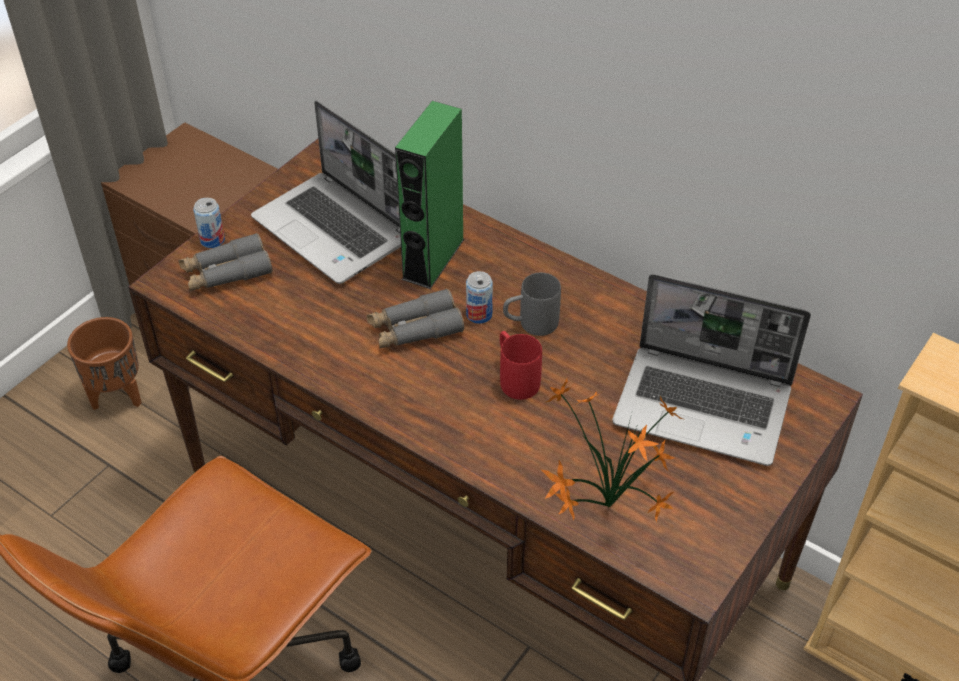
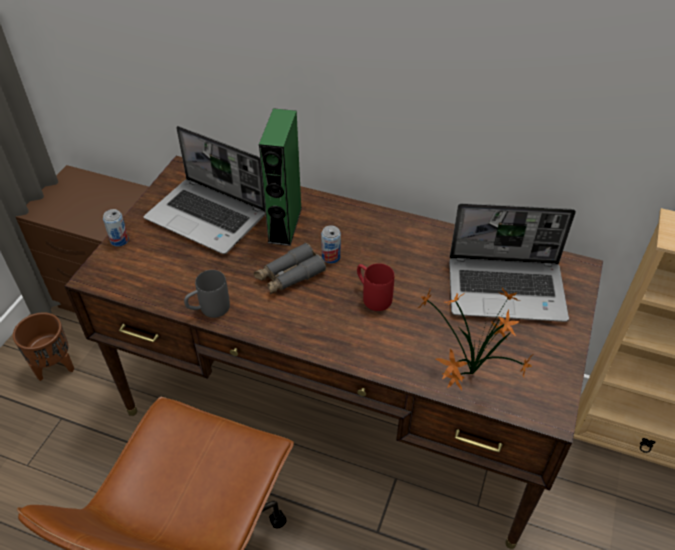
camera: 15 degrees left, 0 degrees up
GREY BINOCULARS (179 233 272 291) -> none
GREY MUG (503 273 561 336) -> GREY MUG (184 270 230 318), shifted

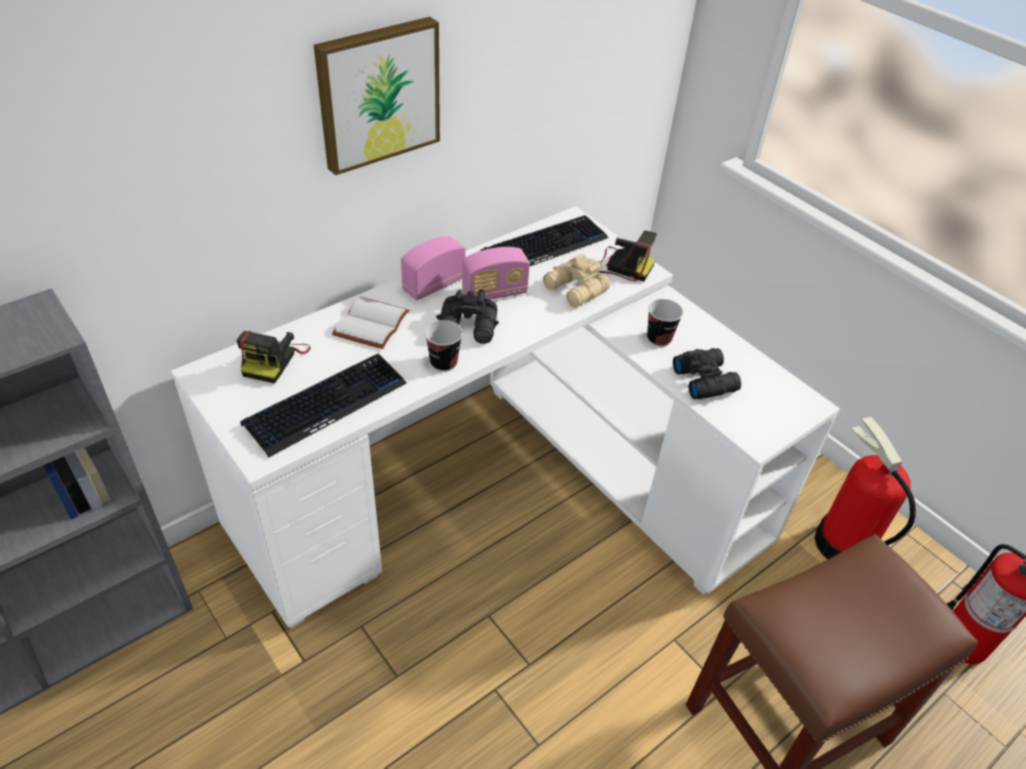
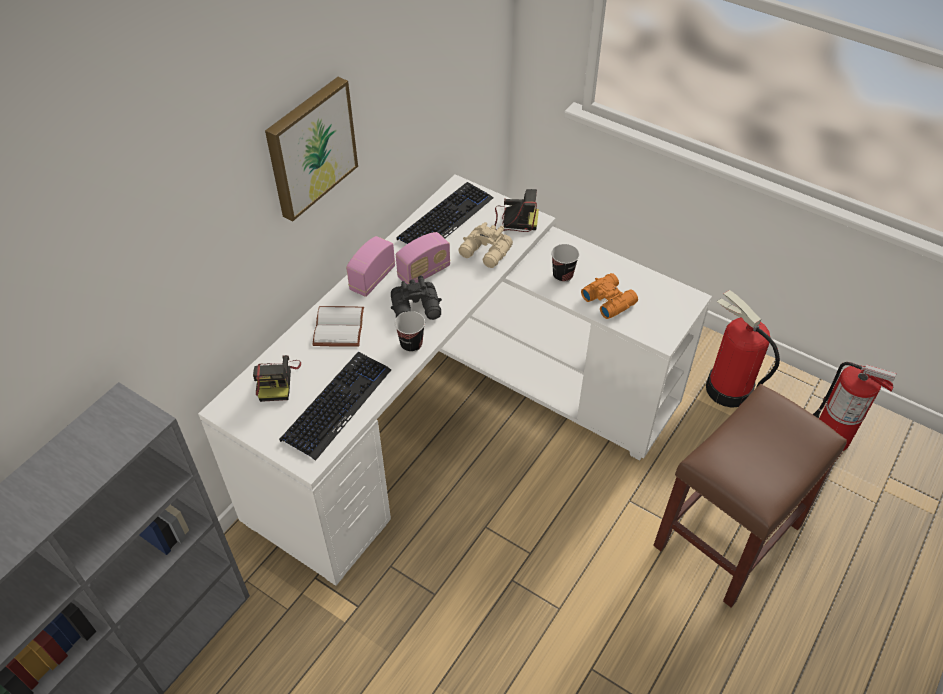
camera: 15 degrees left, 5 degrees up
BLACK BINOCULARS (673 348 741 399) -> ORANGE BINOCULARS (581 273 638 319)

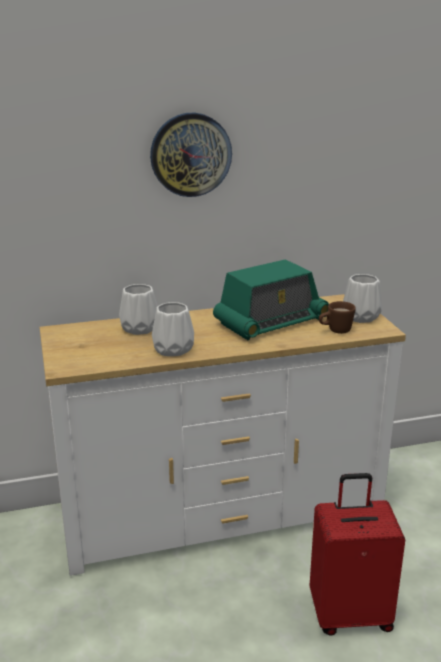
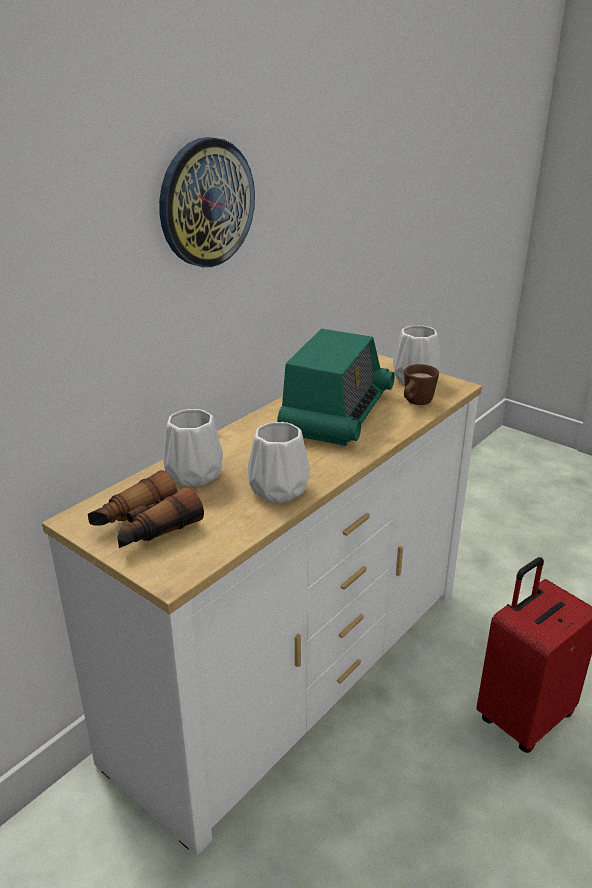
camera: 35 degrees left, 5 degrees up
none -> BINOCULARS (88 470 204 548)

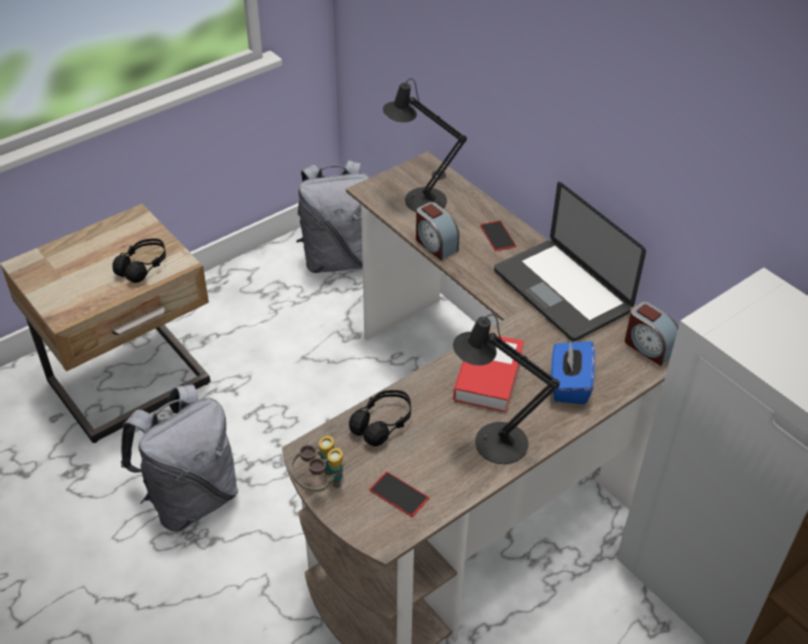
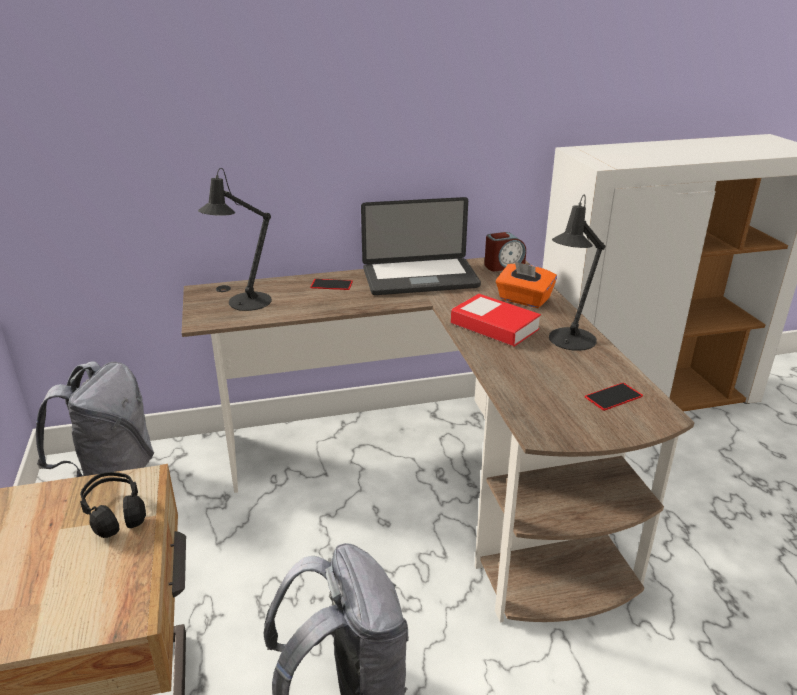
camera: 65 degrees left, 15 degrees down
BINOCULARS (291 436 345 492) -> none
BLACK HEADPHONES (349 390 411 446) -> none
ALARM CLOCK (416 202 459 260) -> none
BLUE TISSUE BOX (551 341 595 404) -> ORANGE TISSUE BOX (496 261 557 308)

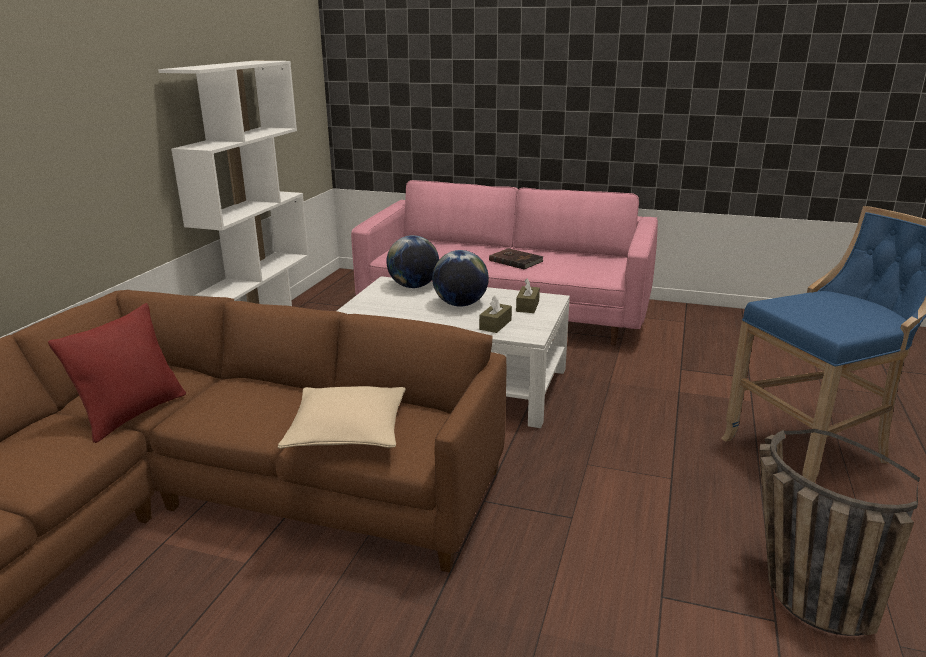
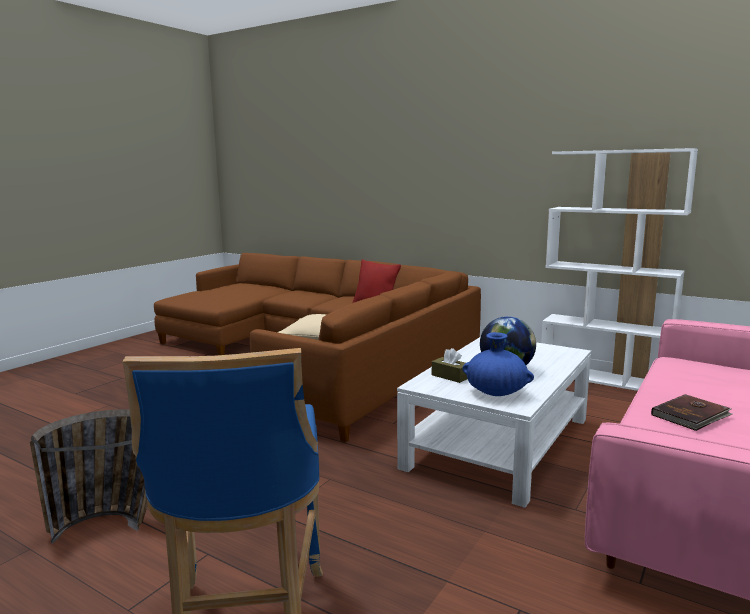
camera: 105 degrees right, 10 degrees down
GLOBE (386 235 439 288) -> none
BROWN TISSUE BOX (516 279 540 313) -> BLUE VASE (462 332 534 396)

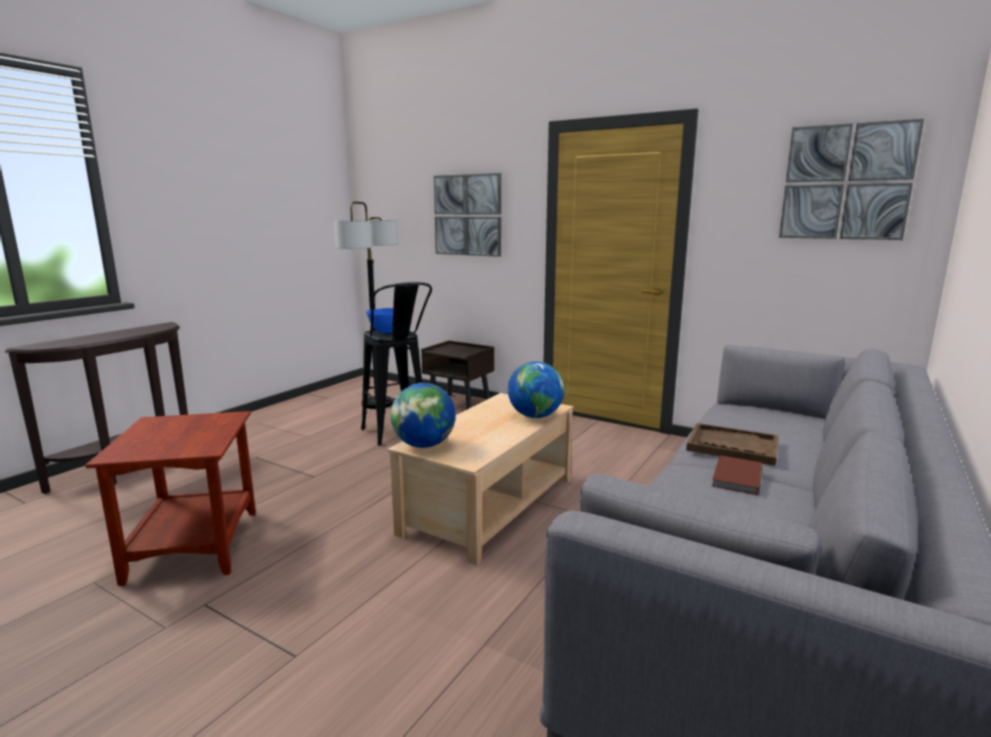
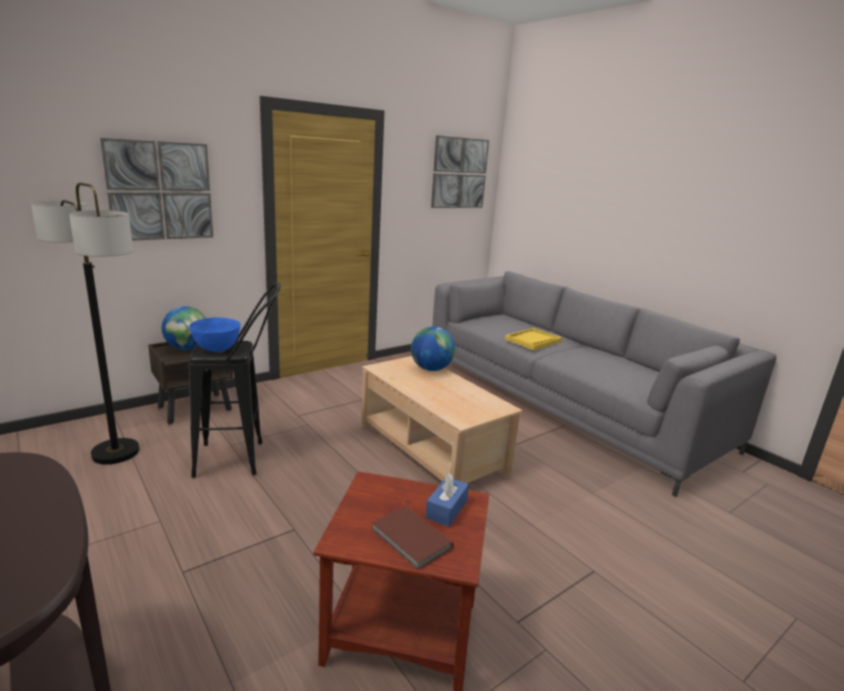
camera: 70 degrees left, 5 degrees up
none -> BLUE TISSUE BOX (426 473 469 527)
GLOBE (391 383 456 448) -> GLOBE (162 306 206 350), shifted
BROWN BOOK (711 455 763 495) -> BROWN BOOK (371 506 454 570), shifted
BROWN TRAY (686 423 779 466) -> YELLOW TRAY (505 328 562 350)

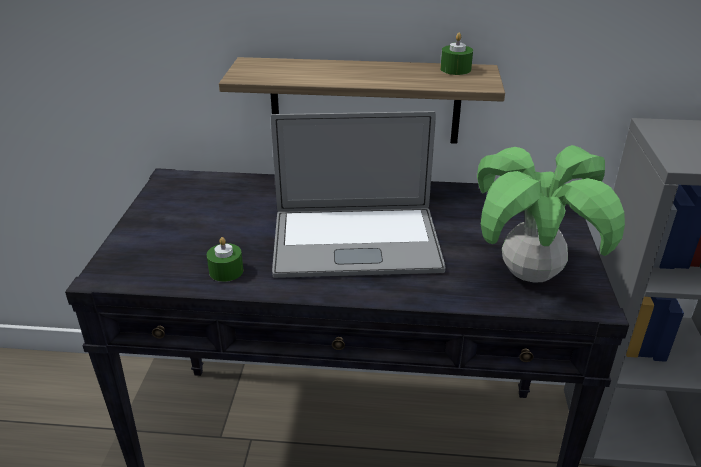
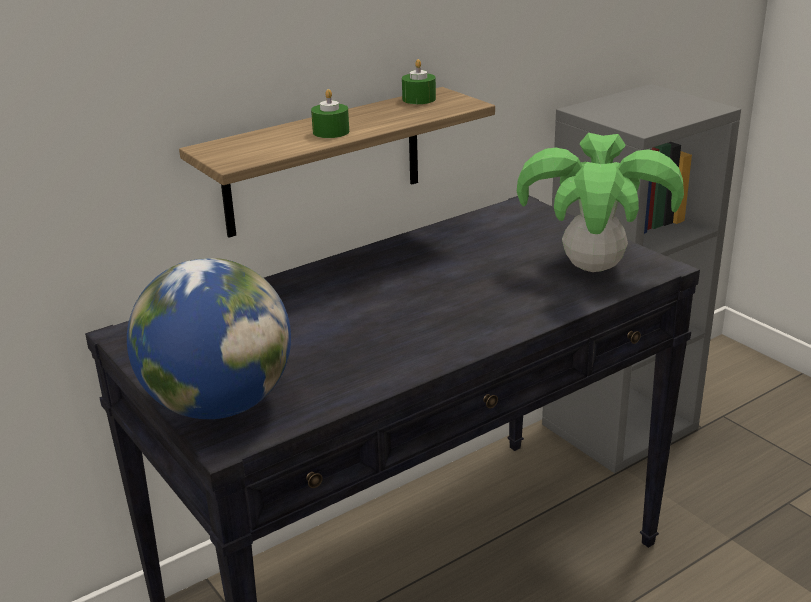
camera: 40 degrees left, 5 degrees down
LAPTOP (271 111 445 278) -> none
none -> GLOBE (127 258 291 419)
GREEN CANDLE (207 237 243 282) -> GREEN CANDLE (311 89 349 138), shifted

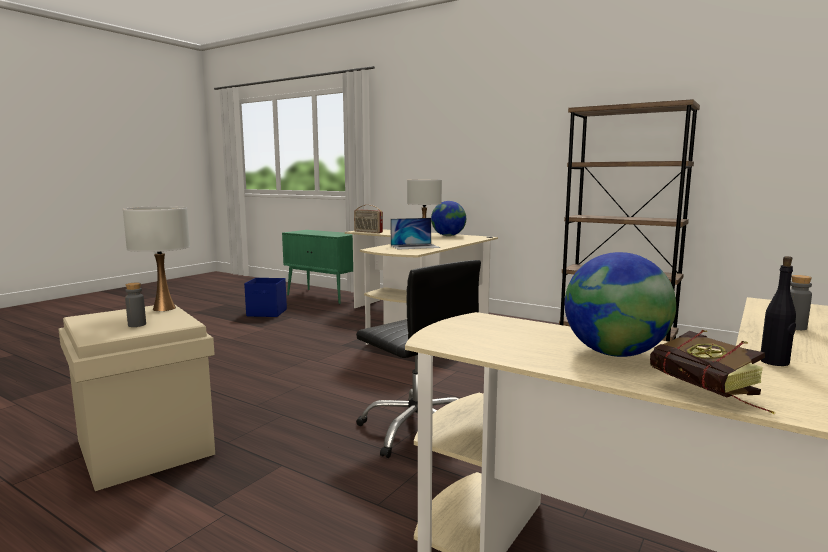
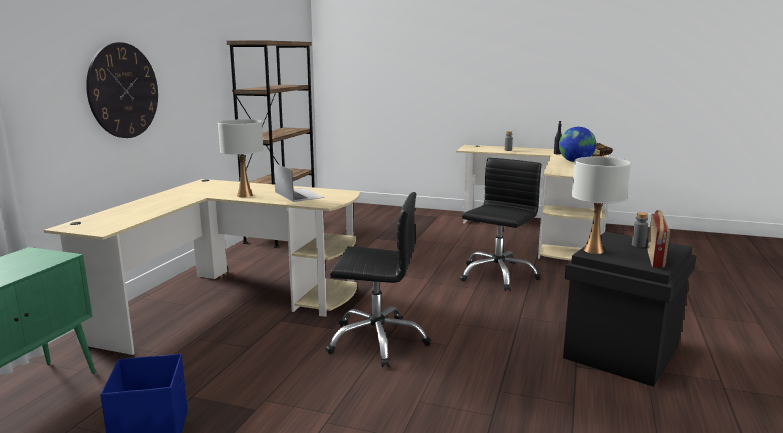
camera: 105 degrees left, 5 degrees up
GLOBE (431 201 466 236) -> none
none -> WALL CLOCK (86 42 158 138)
none -> BLACK OFFICE CHAIR (325 192 431 367)
RADIO (354 205 383 233) -> RADIO (647 210 670 268), shifted
BEIGE STORAGE BOX (58 304 215 491) -> BLACK STORAGE BOX (563 232 696 387)

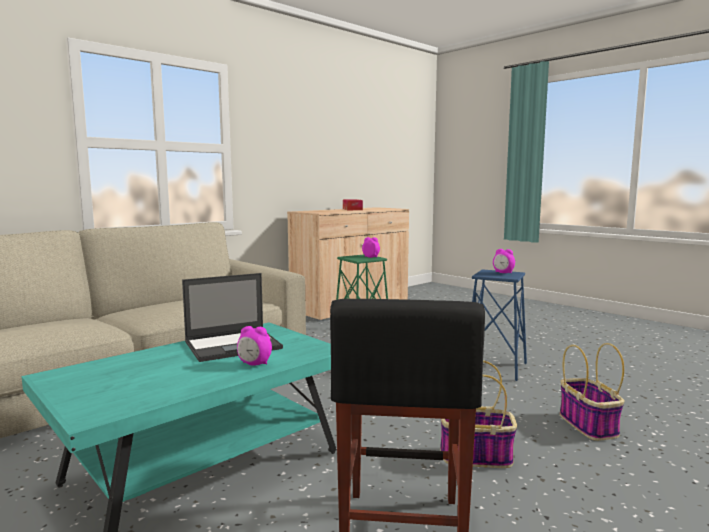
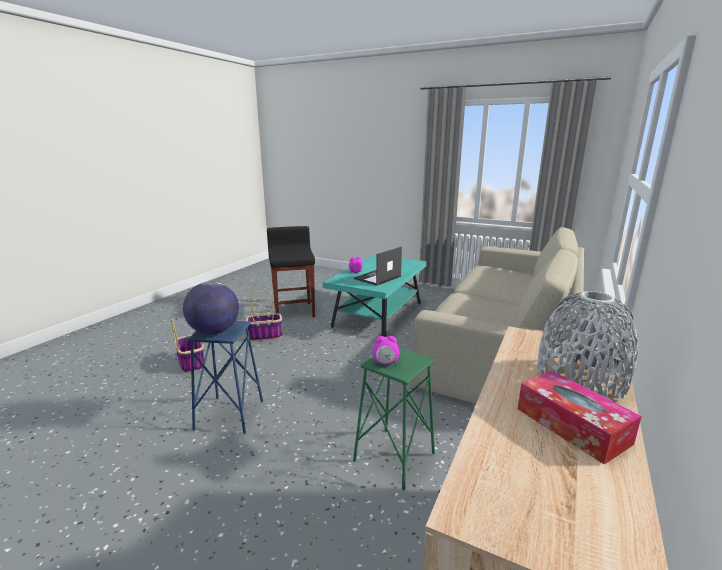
camera: 160 degrees right, 10 degrees up
none -> GREY VASE (537 291 638 401)
ALARM CLOCK (493 249 515 273) -> GLOBE (183 282 239 334)

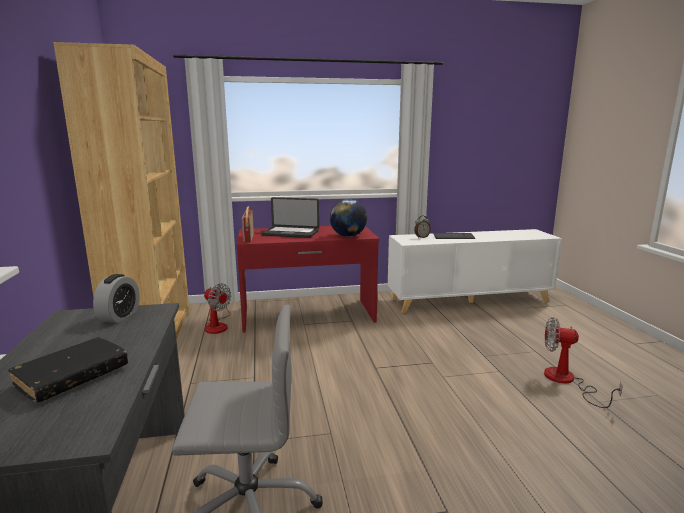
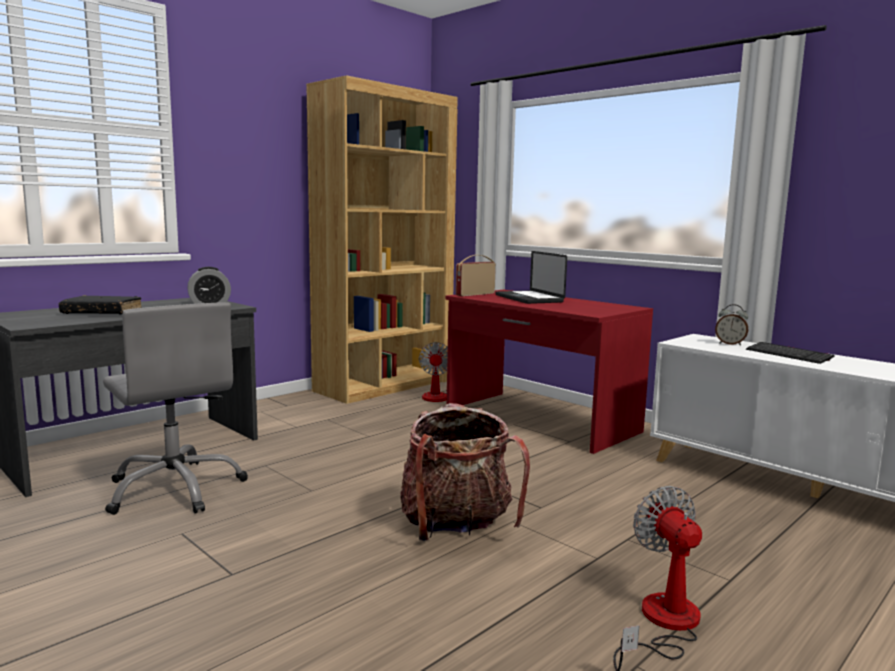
camera: 55 degrees right, 5 degrees down
GLOBE (330 199 367 237) -> none
none -> BACKPACK (400 403 530 541)

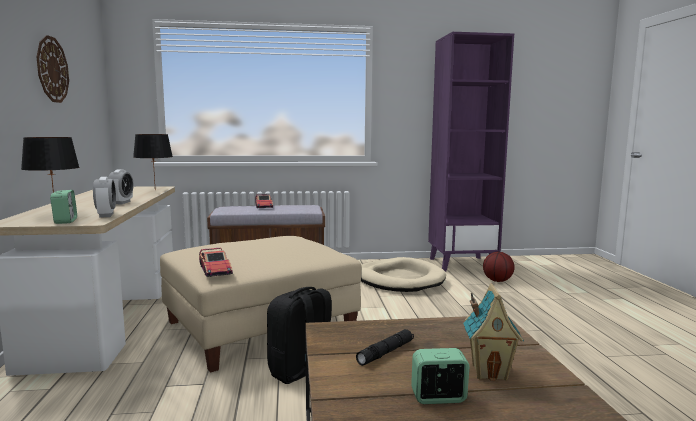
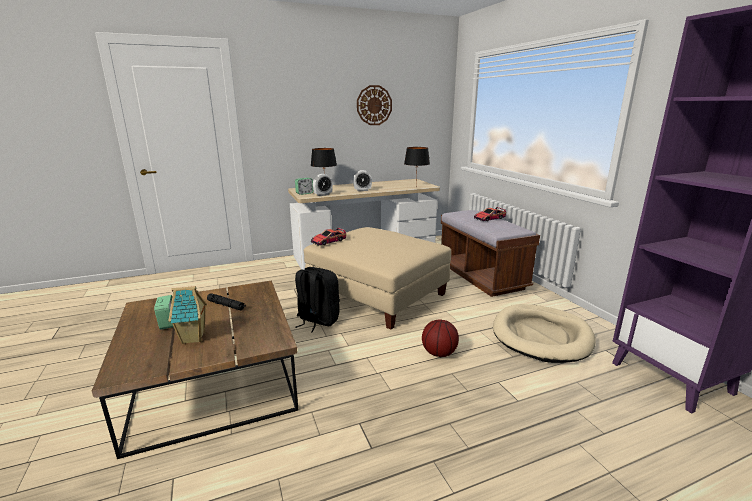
camera: 75 degrees right, 10 degrees up
BASKETBALL (483 252 515 282) -> BASKETBALL (422 319 459 357), shifted

